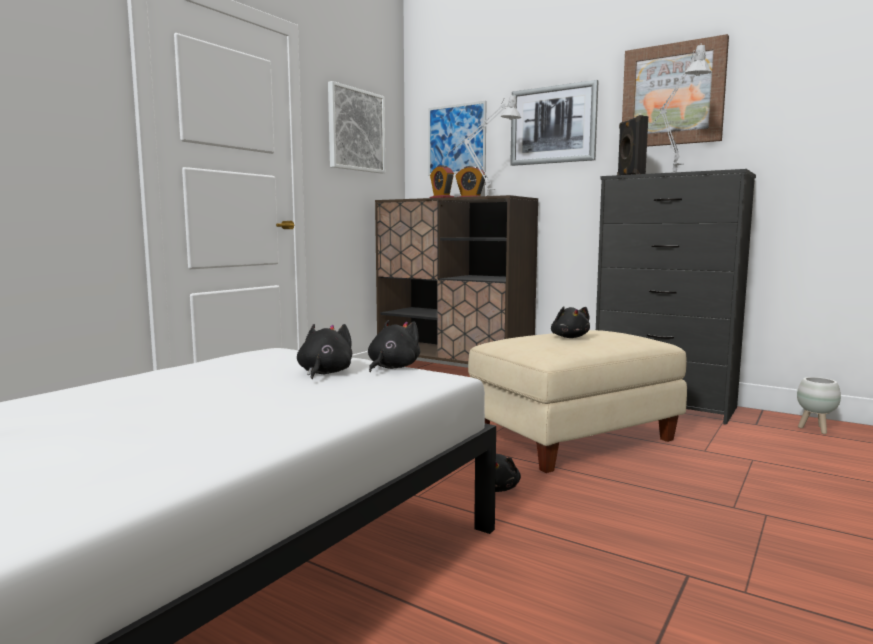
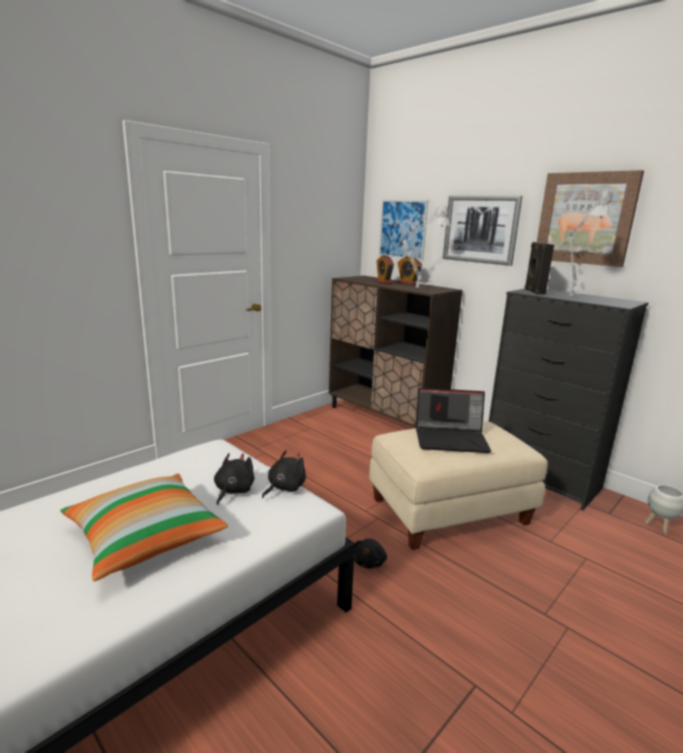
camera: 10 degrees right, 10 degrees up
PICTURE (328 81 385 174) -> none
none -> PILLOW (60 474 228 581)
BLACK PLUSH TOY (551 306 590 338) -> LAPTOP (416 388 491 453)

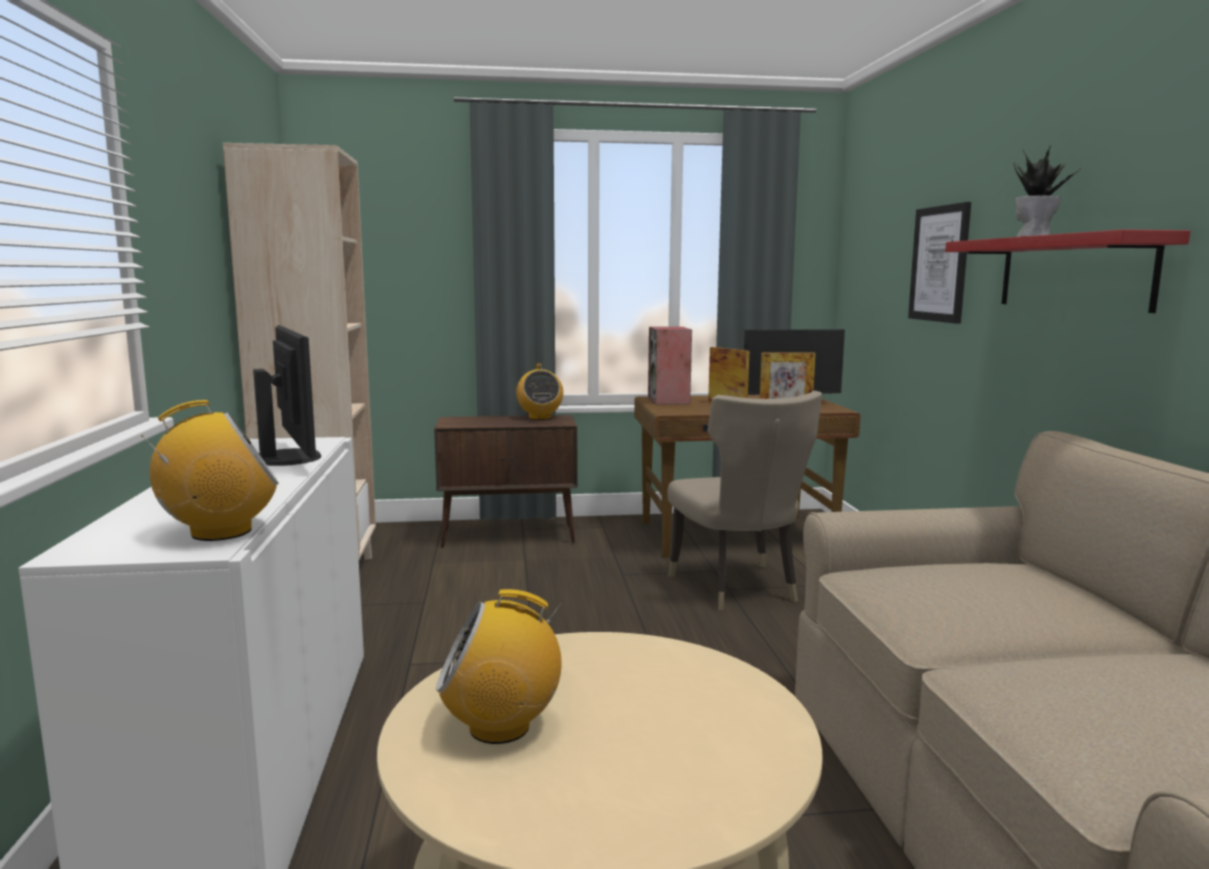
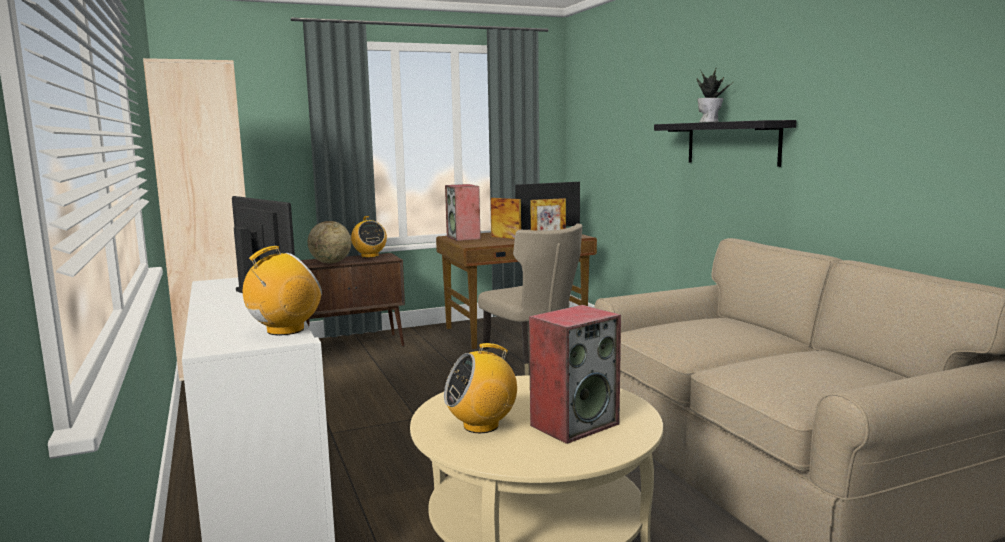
camera: 15 degrees left, 0 degrees up
PICTURE (908 202 971 324) -> none
none -> GLOBE (308 221 351 264)
none -> SPEAKER (529 305 621 444)
RED SHELF (945 230 1190 313) -> BLACK SHELF (654 120 797 167)

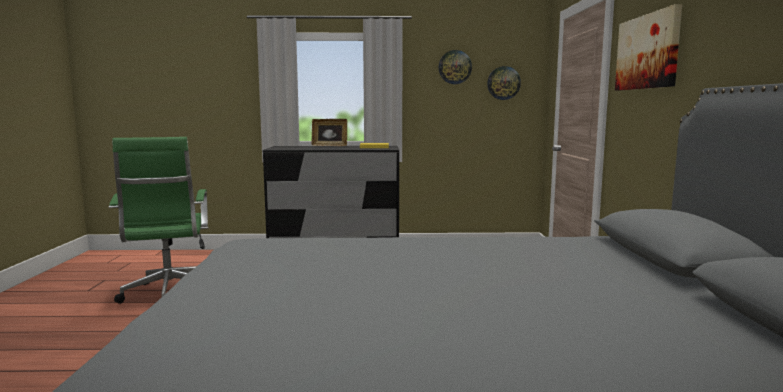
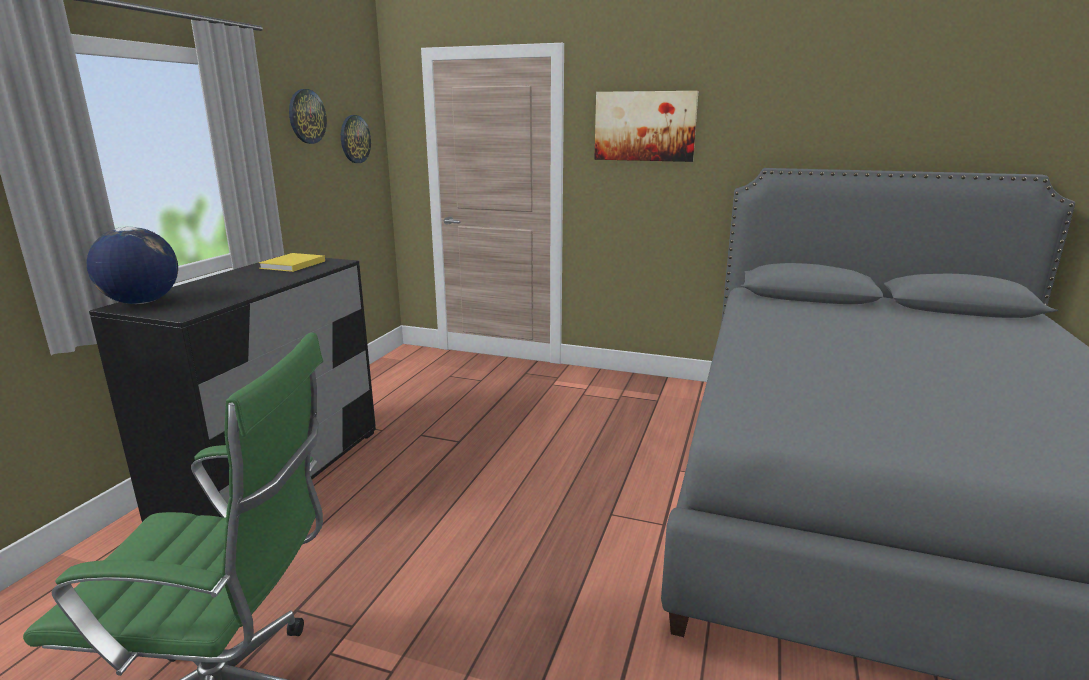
camera: 70 degrees left, 10 degrees up
PICTURE FRAME (312 119 347 146) -> none
none -> GLOBE (87 227 178 304)

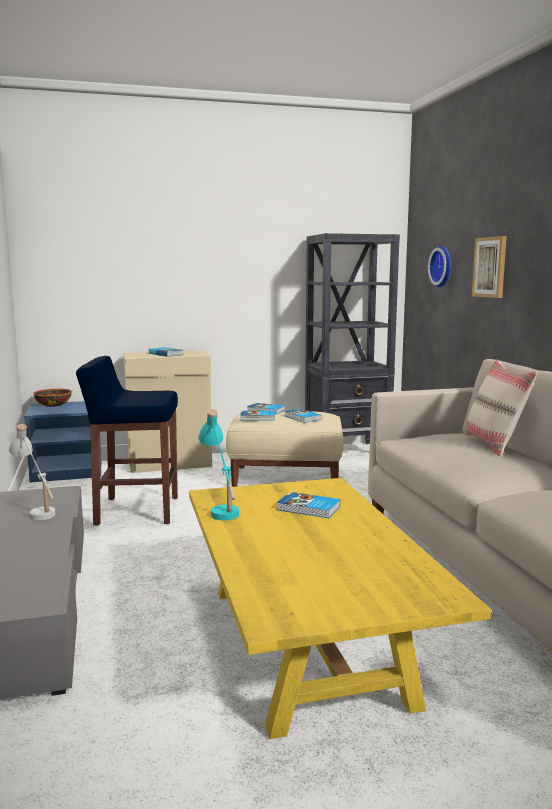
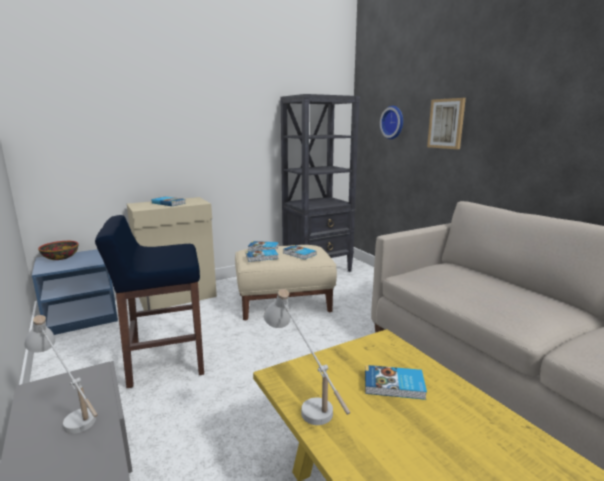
camera: 15 degrees left, 5 degrees up
BEIGE PILLOW (465 360 538 456) -> none
TURQUOISE TABLE LAMP (198 409 239 520) -> WHITE TABLE LAMP (264 289 350 425)

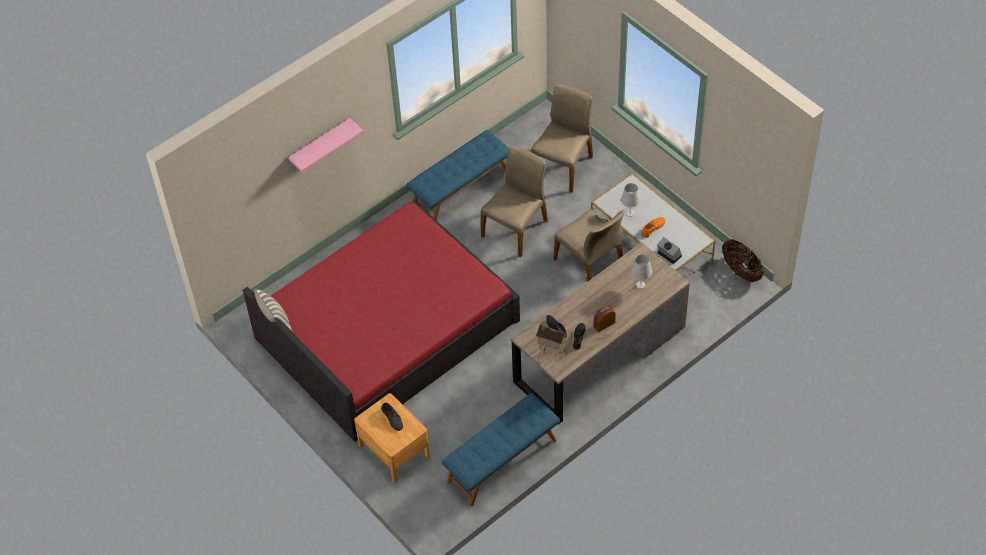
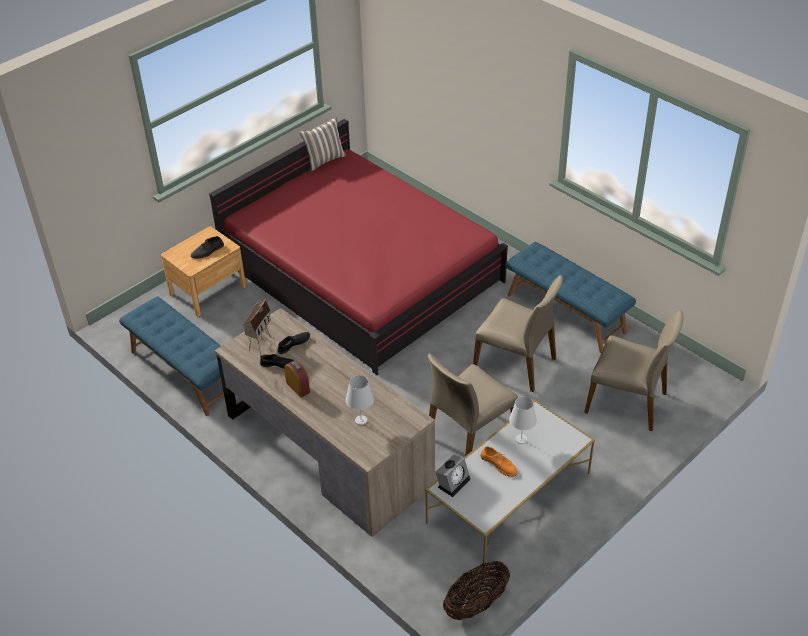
camera: 85 degrees right, 10 degrees down
PINK SHELF (288 118 364 172) -> none

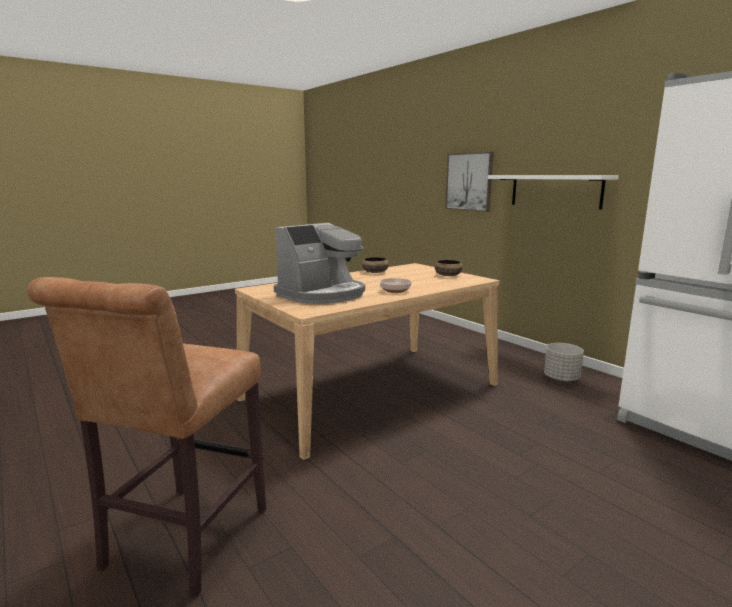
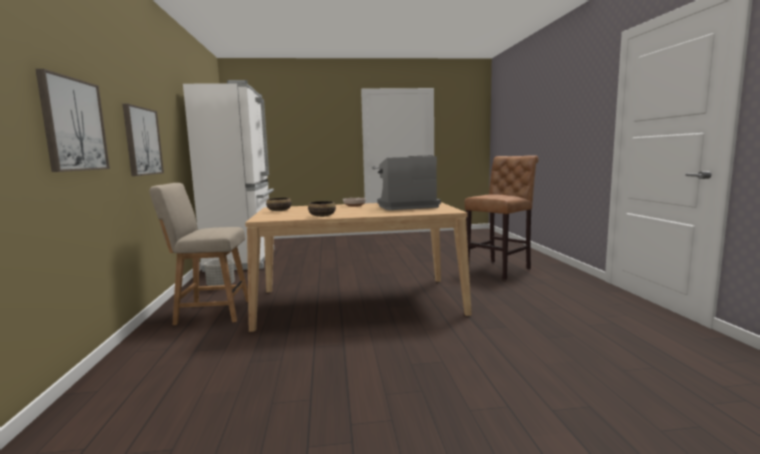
camera: 150 degrees left, 5 degrees down
none -> BEIGE CHAIR (149 183 248 325)
WHITE SHELF (488 175 619 210) -> PICTURE (123 104 164 176)

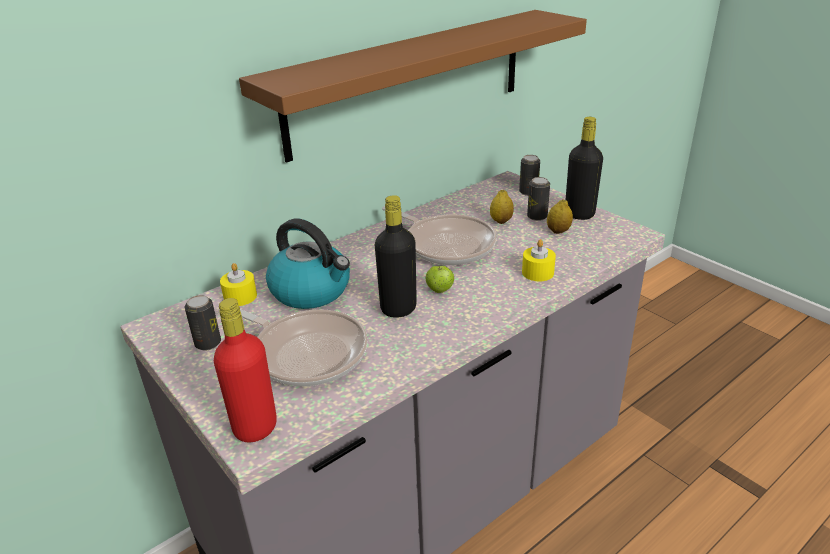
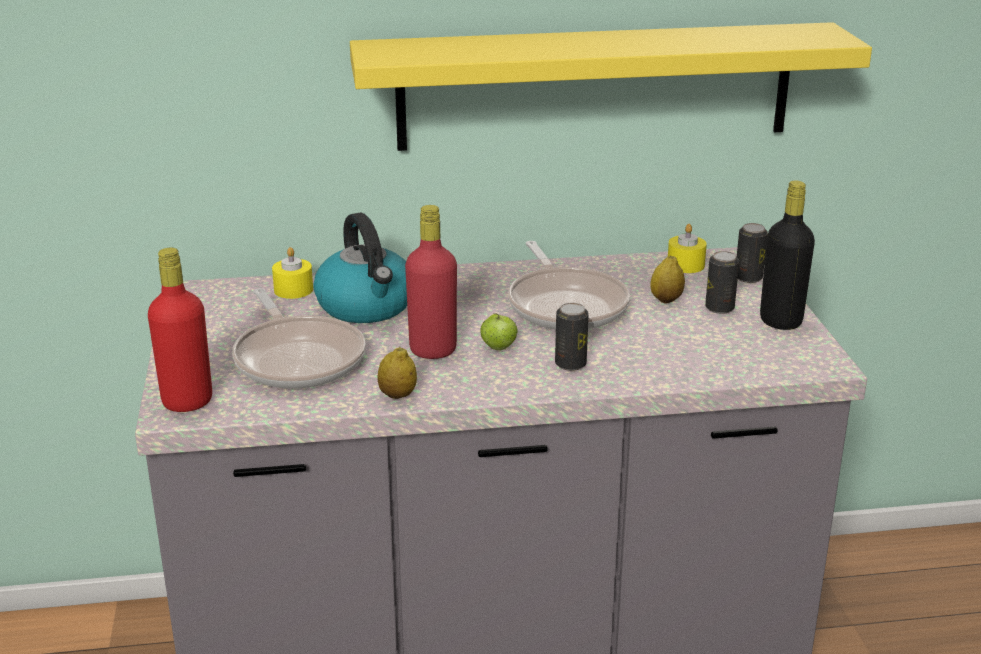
camera: 30 degrees right, 5 degrees down
CAN (185 295 221 350) -> CAN (555 303 589 371), shifted
YELLOW CANDLE (522 239 556 281) -> YELLOW CANDLE (668 224 707 273), shifted
LEMON (547 199 573 234) -> LEMON (377 347 417 399), shifted
BROWN SHELF (239 10 587 163) -> YELLOW SHELF (350 22 872 151)
BLACK BOTTLE (375 195 417 318) -> RED BOTTLE (405 205 457 359)

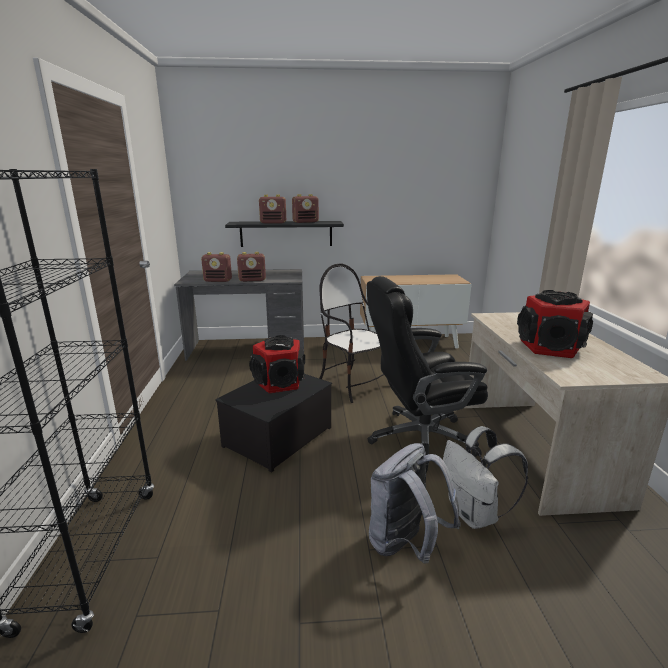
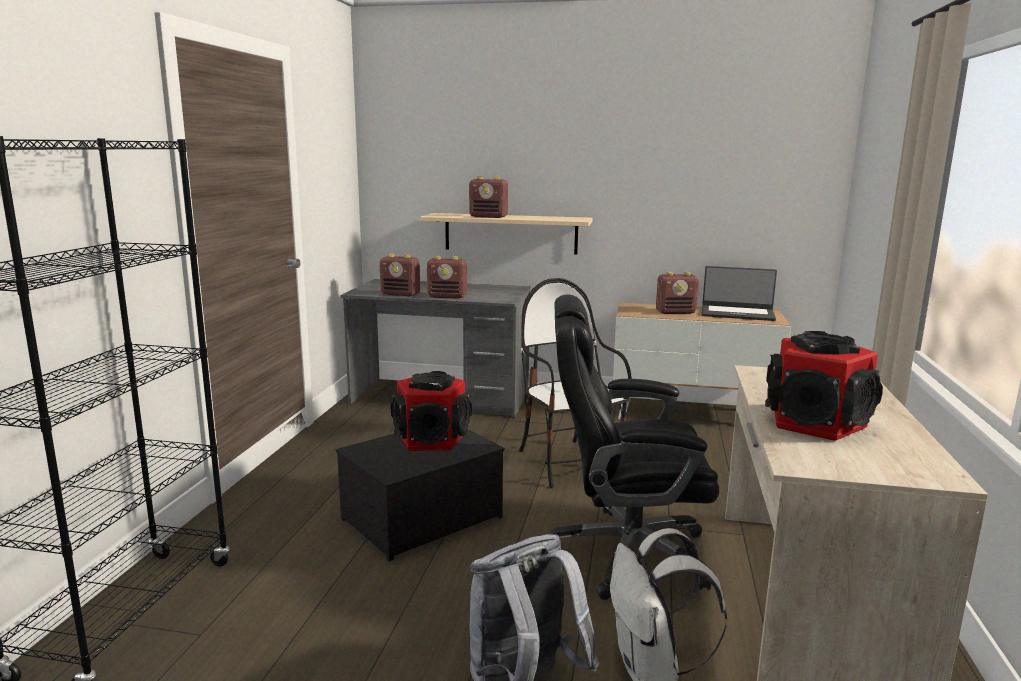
camera: 15 degrees right, 5 degrees down
none -> LAPTOP (702 266 777 321)
RADIO (292 194 319 223) -> RADIO (656 272 699 314), shifted
BLACK SHELF (225 221 344 247) -> BEIGE SHELF (420 213 593 255)

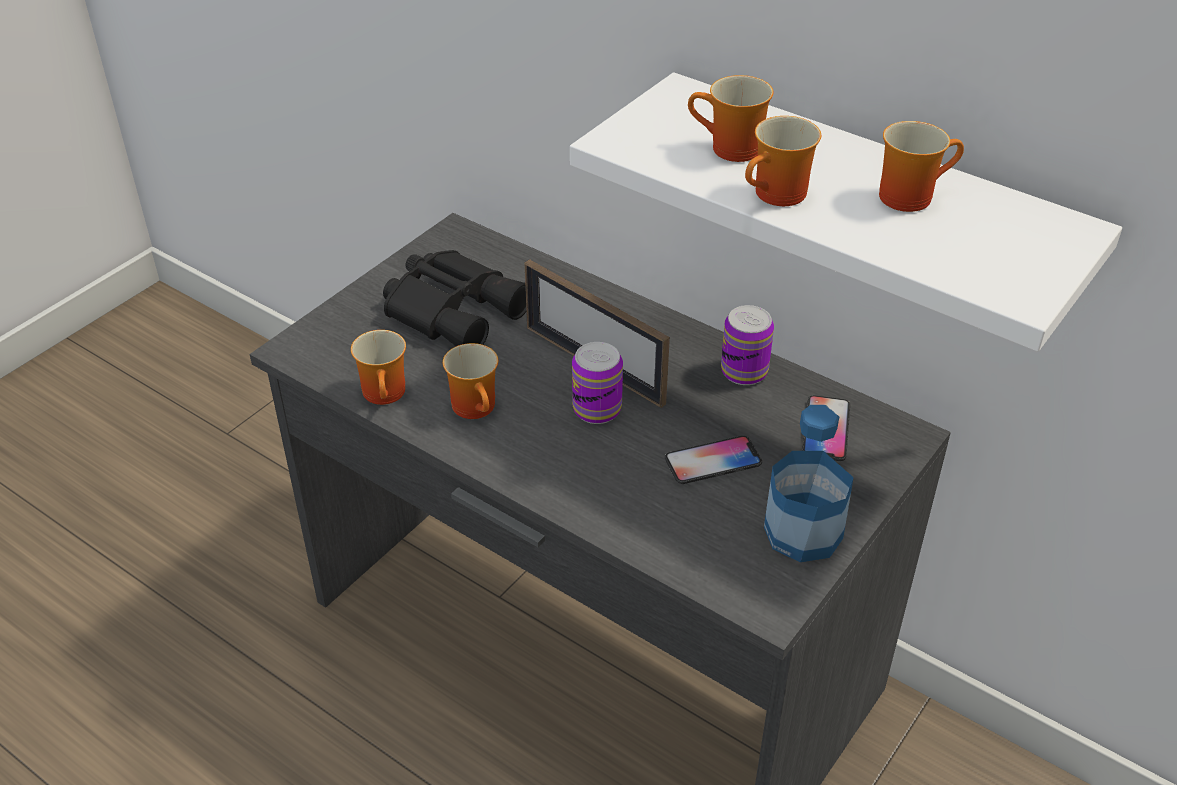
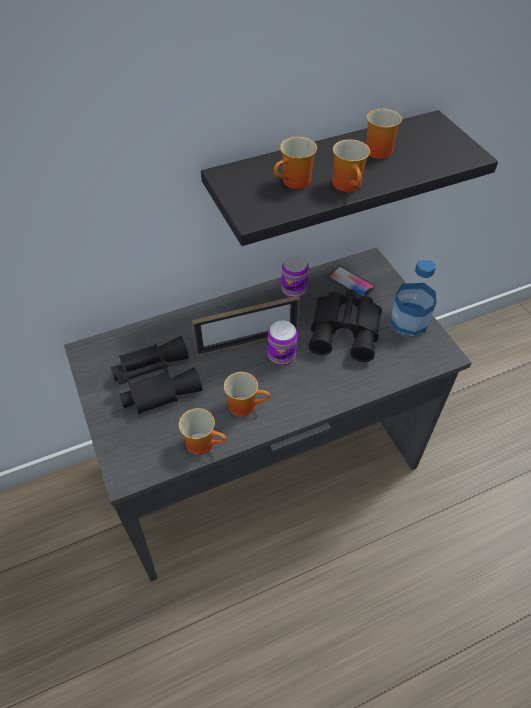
camera: 60 degrees left, 10 degrees up
PHONE (665 436 762 484) -> BLACK BINOCULARS (309 289 382 362)
WHITE SHELF (570 72 1122 352) -> BLACK SHELF (201 110 498 246)

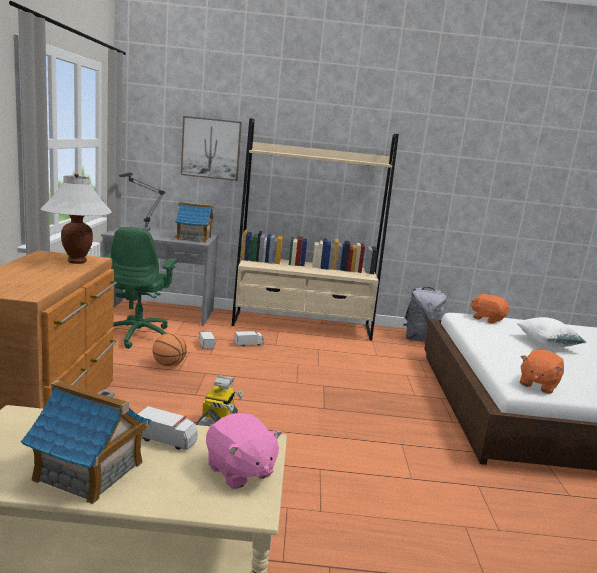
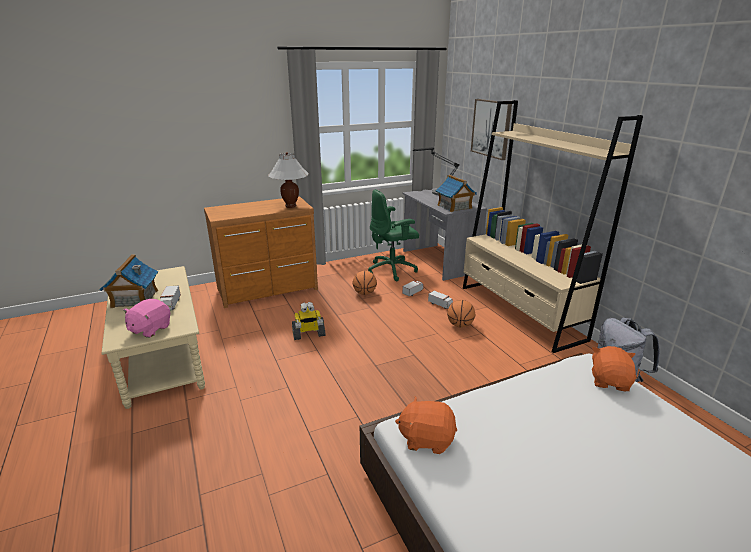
camera: 65 degrees right, 10 degrees up
WHITE PILLOW (517 317 587 347) -> none
none -> BASKETBALL (447 300 475 328)

